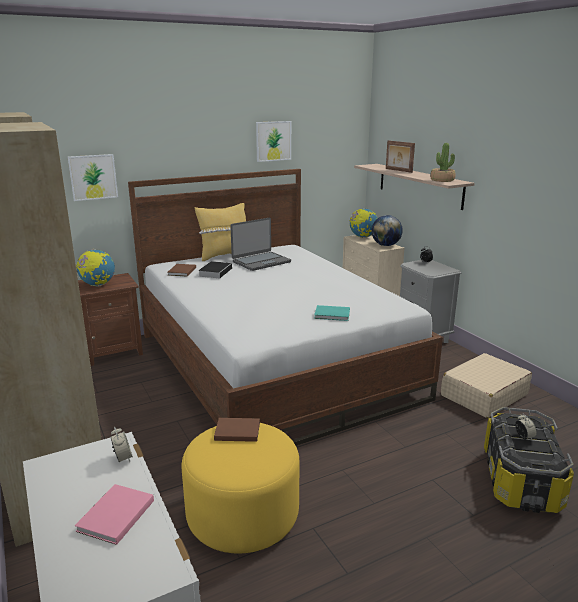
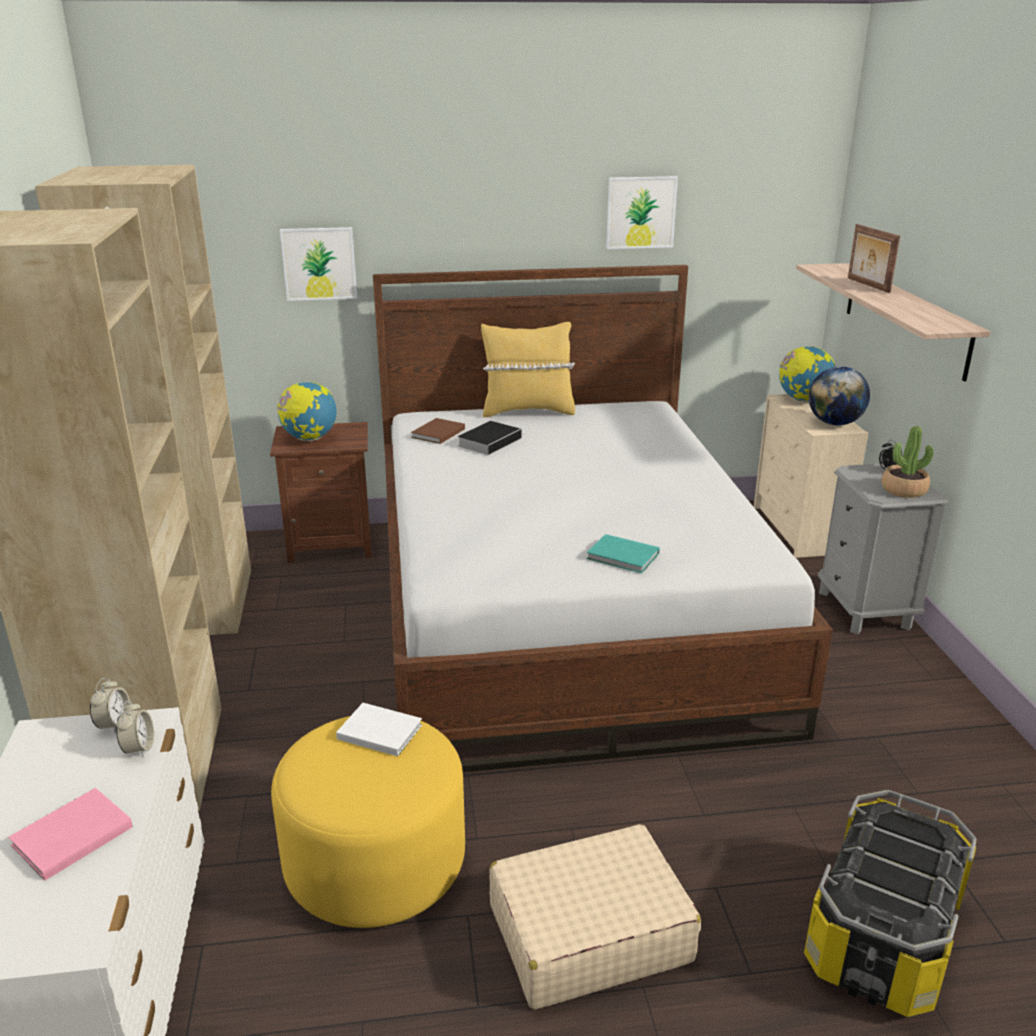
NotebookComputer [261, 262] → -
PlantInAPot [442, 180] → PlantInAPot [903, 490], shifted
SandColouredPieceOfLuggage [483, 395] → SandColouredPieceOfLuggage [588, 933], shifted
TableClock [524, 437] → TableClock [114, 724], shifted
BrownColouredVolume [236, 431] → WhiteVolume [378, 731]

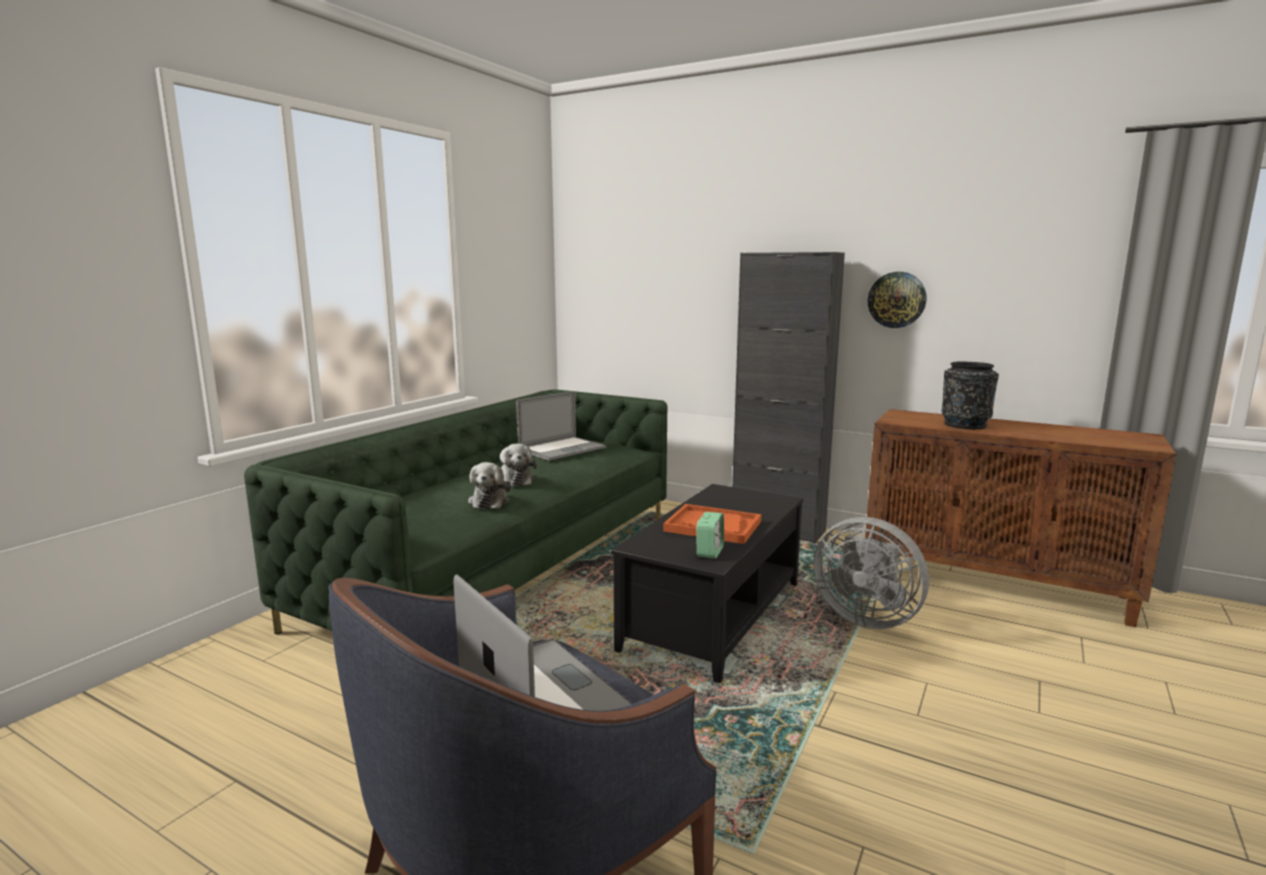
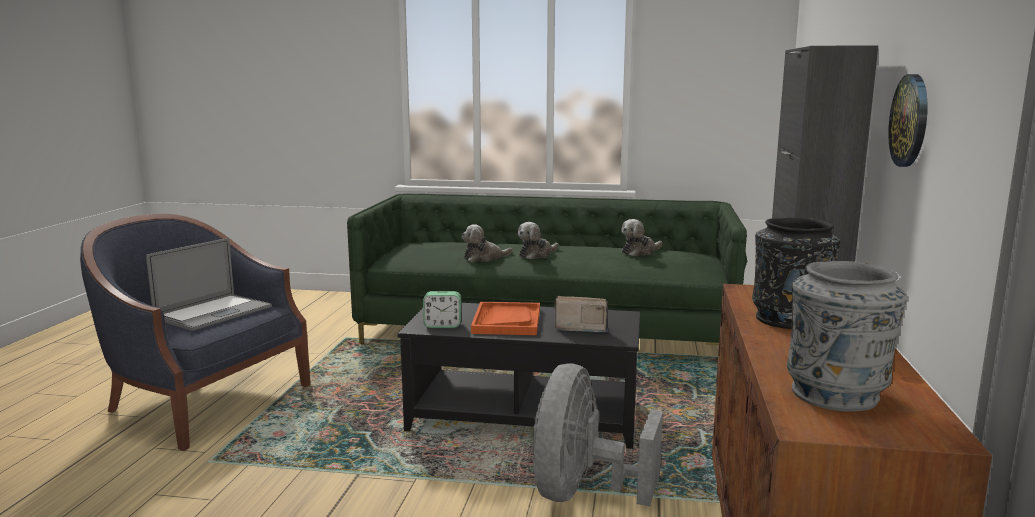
- → RadioSet [580, 328]
- → GreyishVase [837, 394]
NotebookComputer [562, 449] → SoftToy [639, 252]

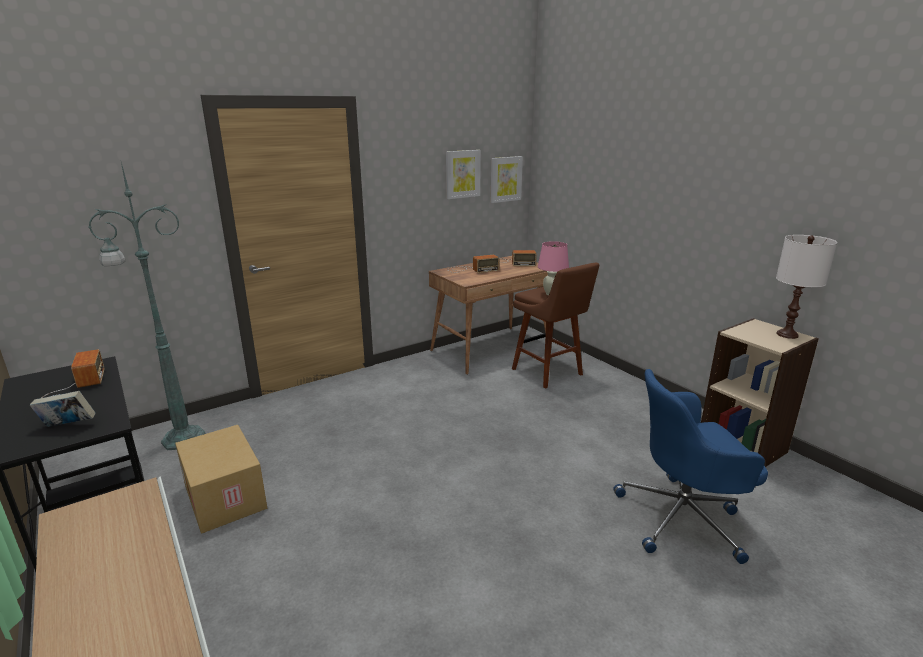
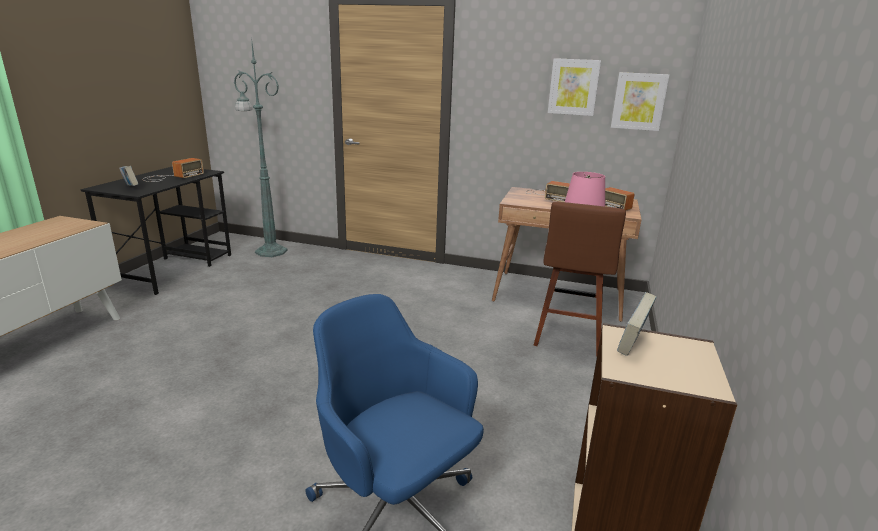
CardboardBox [227, 496] → -
WhiteLampForATable [787, 334] → -
- → Volume [632, 344]

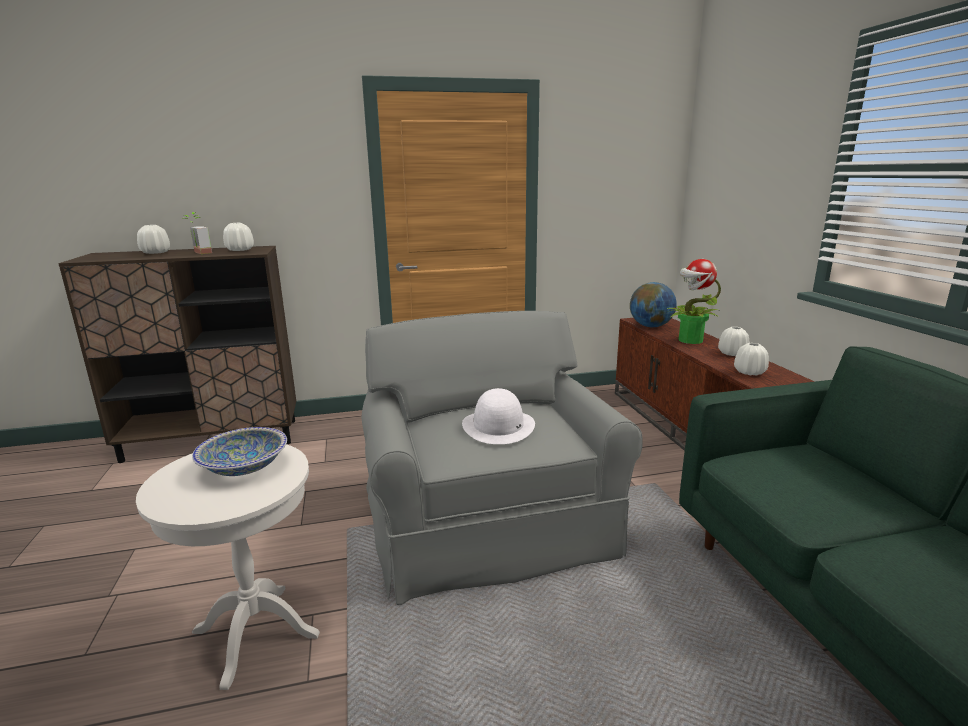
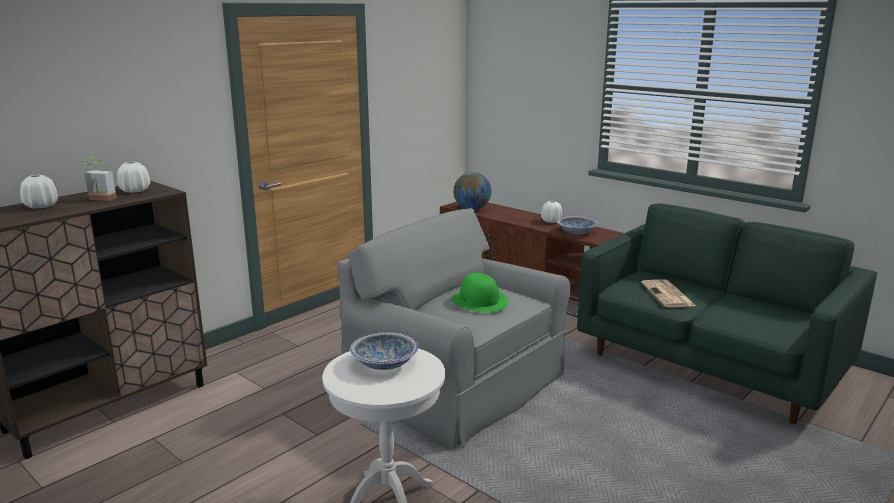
PlantInAPot [689, 340] → -
- → PrintedPaper [668, 295]
WhiteVase [749, 372] → DeepDish [576, 232]
WhiteHat [498, 426] → GreenHat [479, 301]

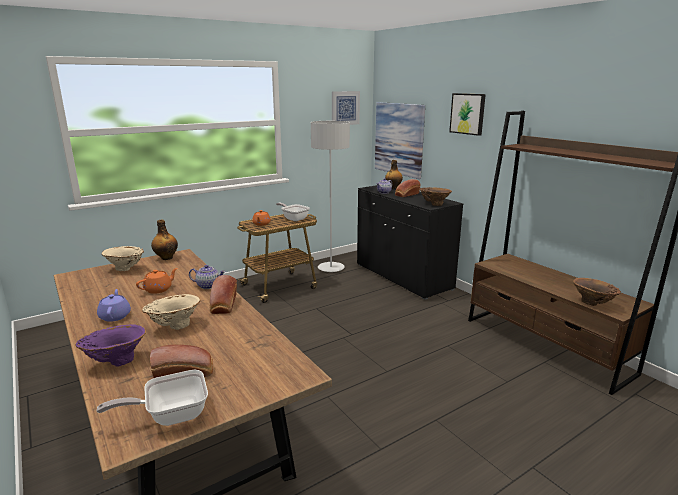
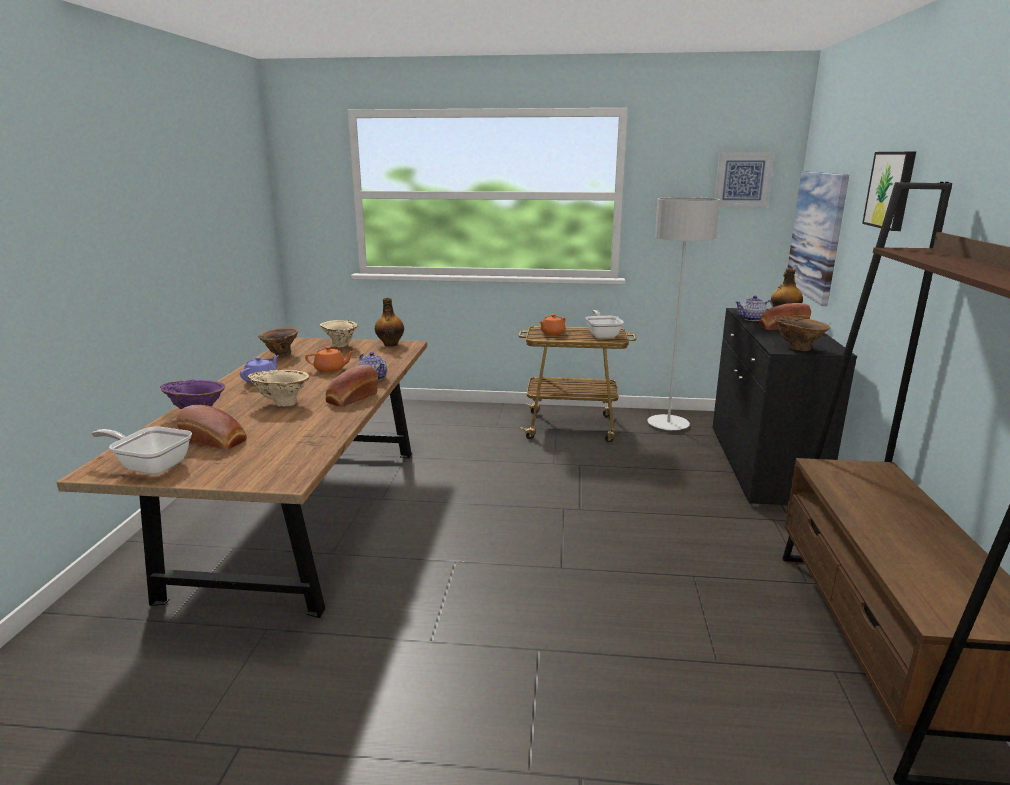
BrownColouredVase [592, 304] → BrownColouredVase [280, 356], shifted

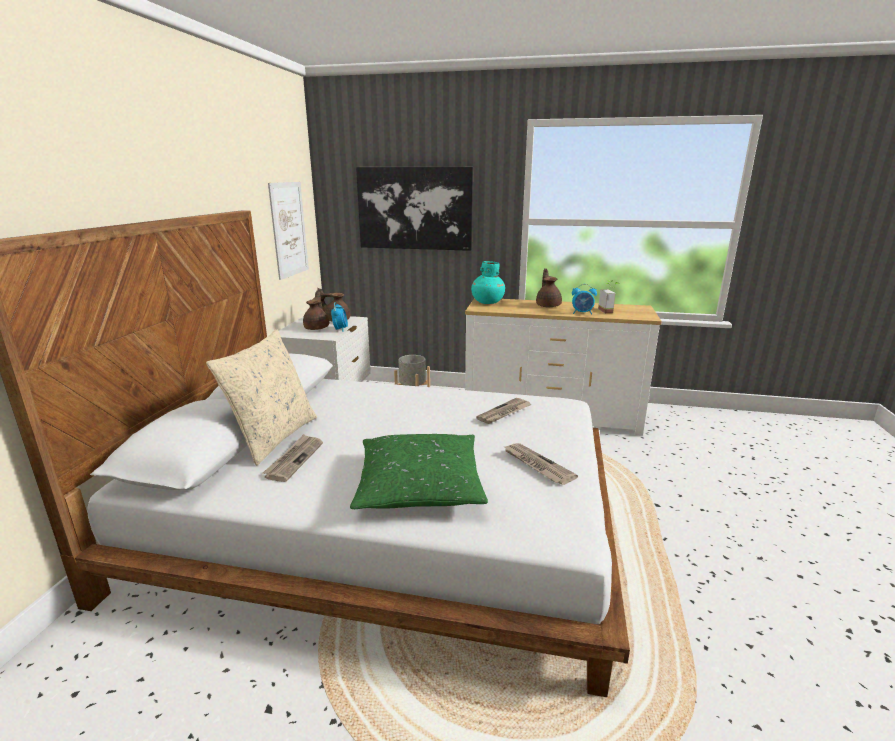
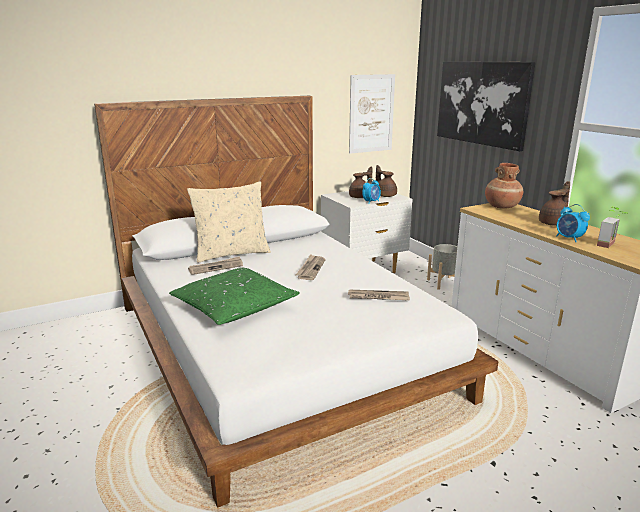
PrintedPaper [537, 465] → PrintedPaper [310, 269], shifted
TurquoiseColouredVase [487, 302] → BrownColouredVase [501, 206]

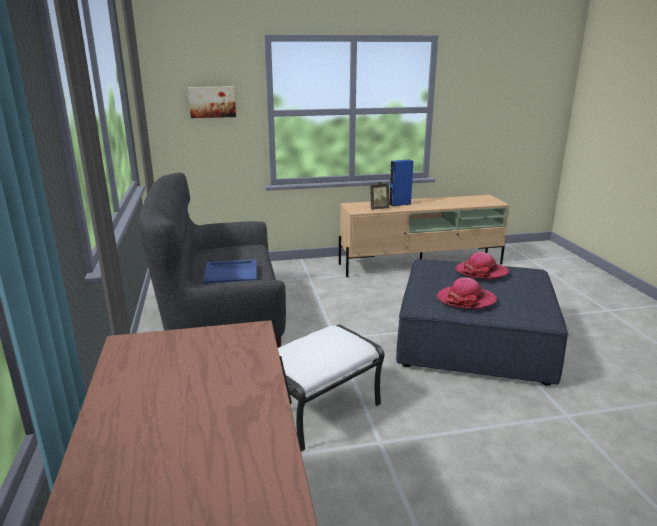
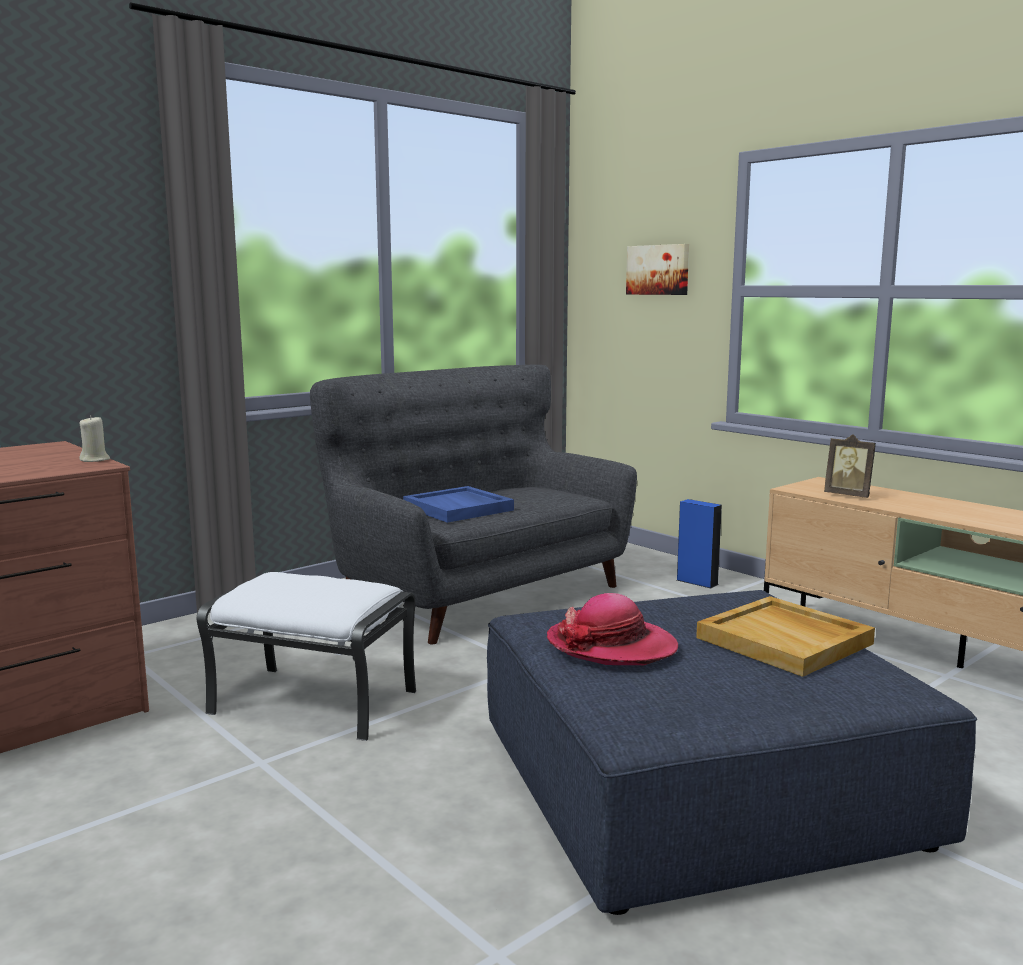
- → SandColouredWaxLight [95, 460]
BluishLoudspeaker [399, 204] → BluishLoudspeaker [697, 582], shifted
Hat [481, 272] → SandColouredTray [786, 641]

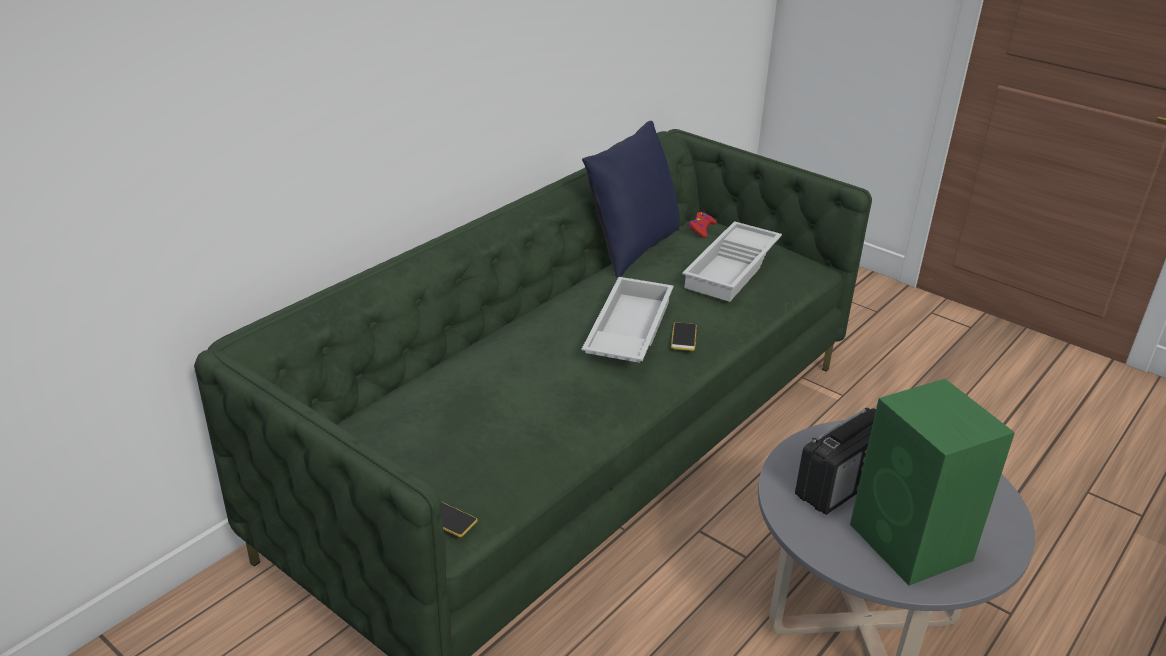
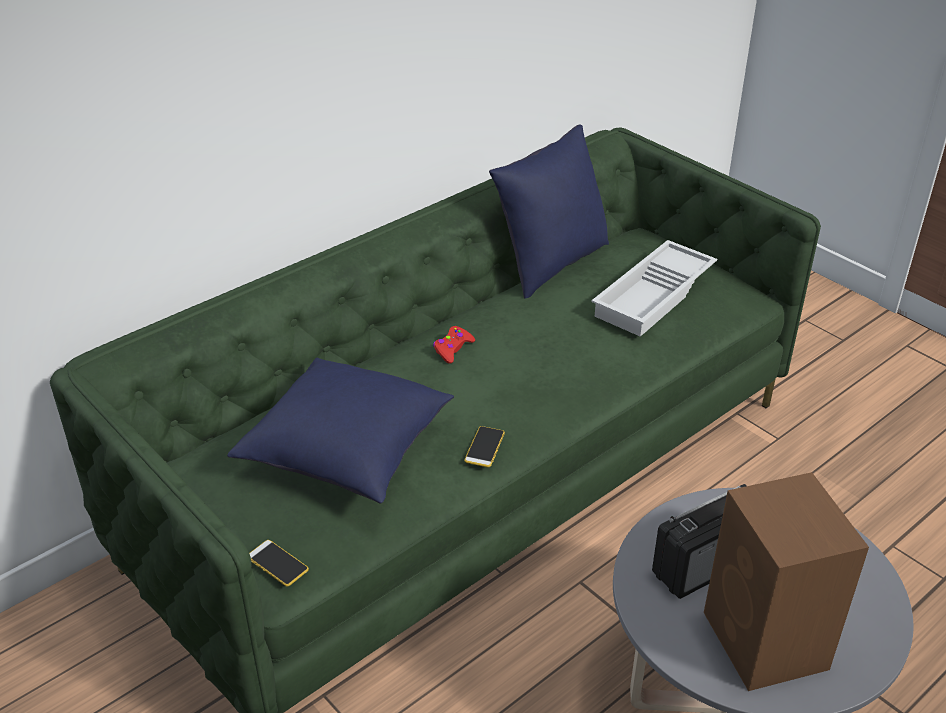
WhiteTray [627, 331] → -
- → BluishPillow [348, 452]
Telephone [683, 337] → Telephone [484, 447], shifted
RedColouredGameController [701, 229] → RedColouredGameController [452, 349], shifted
GreenLoudspeaker [912, 544] → BrownColouredLoudspeaker [766, 643]

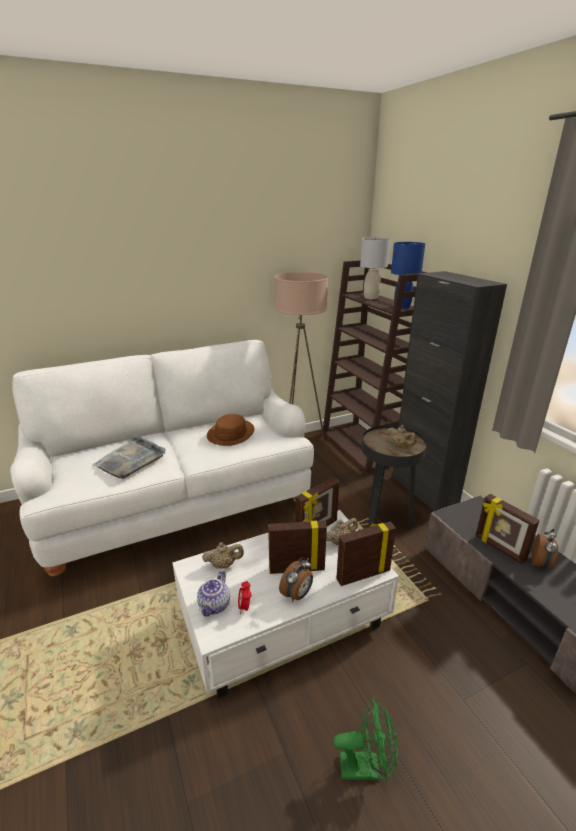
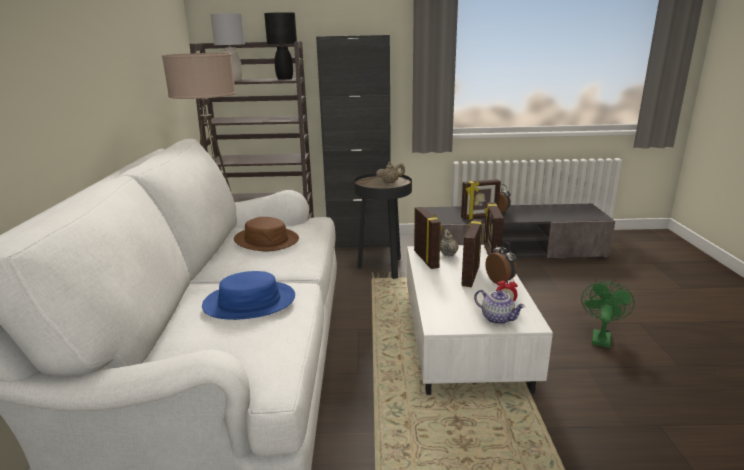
SandColouredTeapot [224, 565] → -
GreyishTray [131, 459] → BluishHat [249, 302]
BluishLampForATable [402, 307] → BlackishLampForATable [285, 79]

